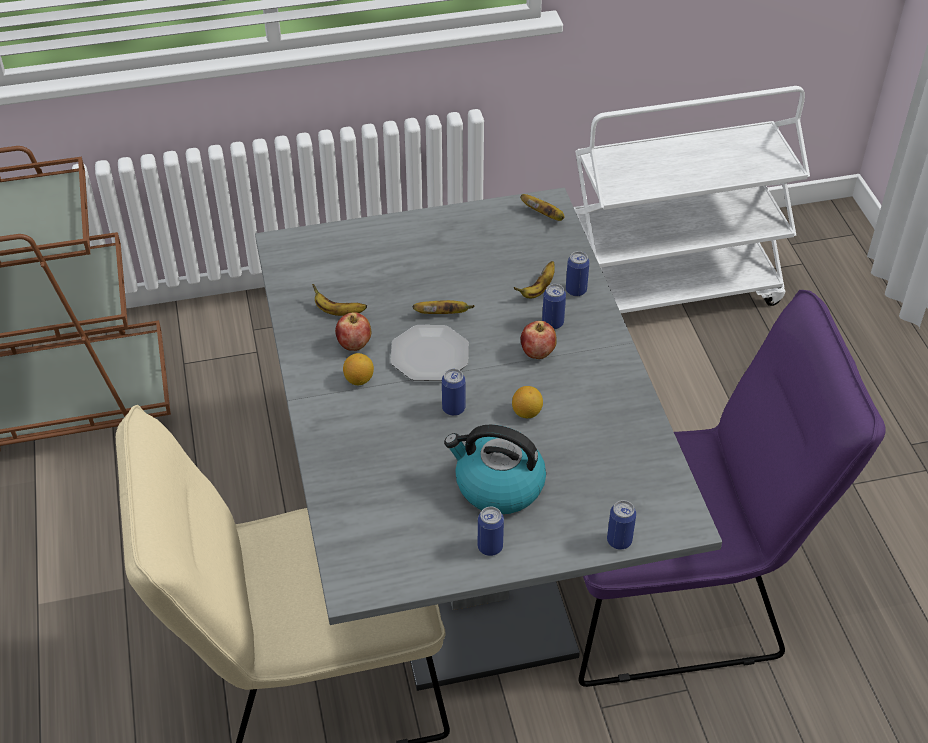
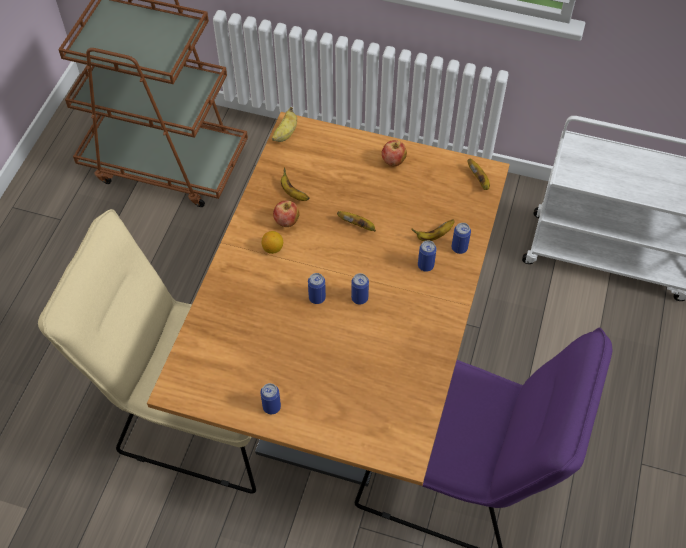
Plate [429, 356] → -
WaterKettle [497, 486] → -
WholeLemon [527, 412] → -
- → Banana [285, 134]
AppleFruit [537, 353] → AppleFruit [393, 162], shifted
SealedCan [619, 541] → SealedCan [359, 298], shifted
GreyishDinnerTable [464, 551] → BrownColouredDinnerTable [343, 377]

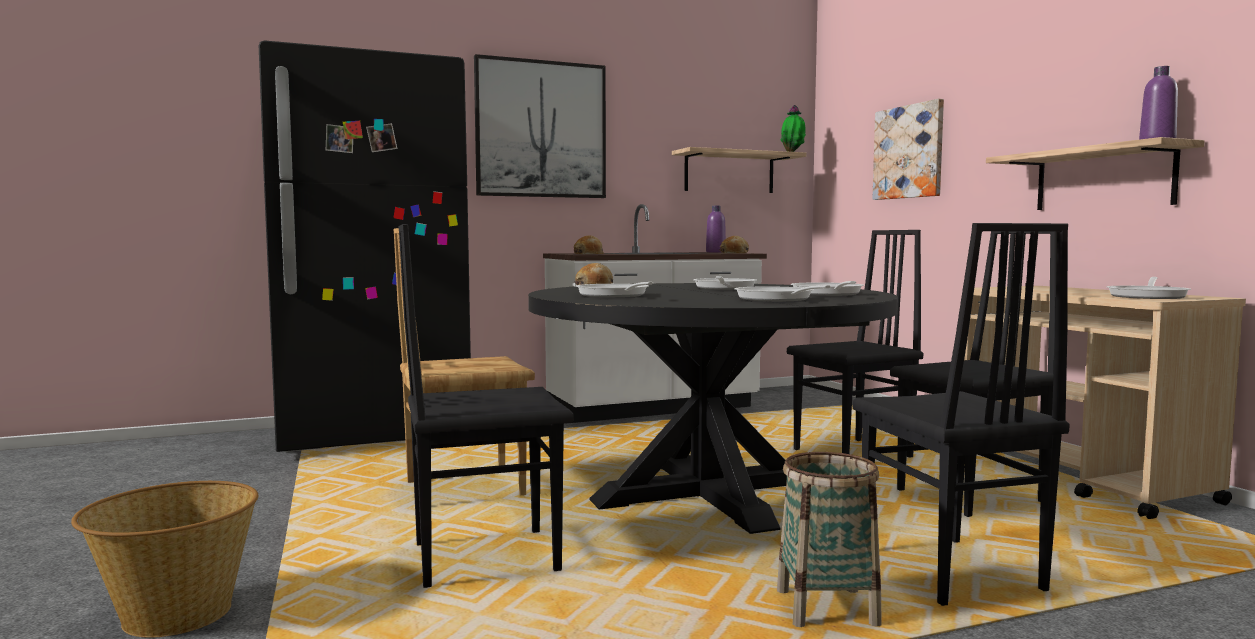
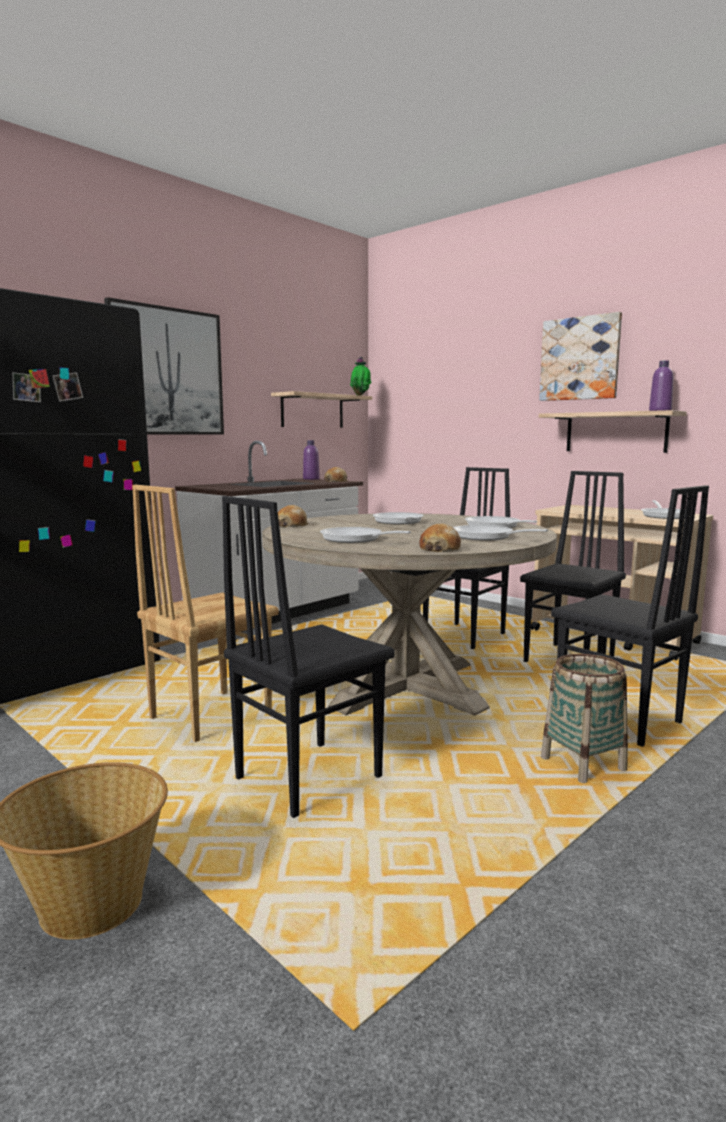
Bread [588, 254] → Bread [439, 549], shifted
Picture [909, 152] → Picture [580, 358], shifted
BlackishDinnerTable [706, 493] → SandColouredDinnerTable [405, 686]

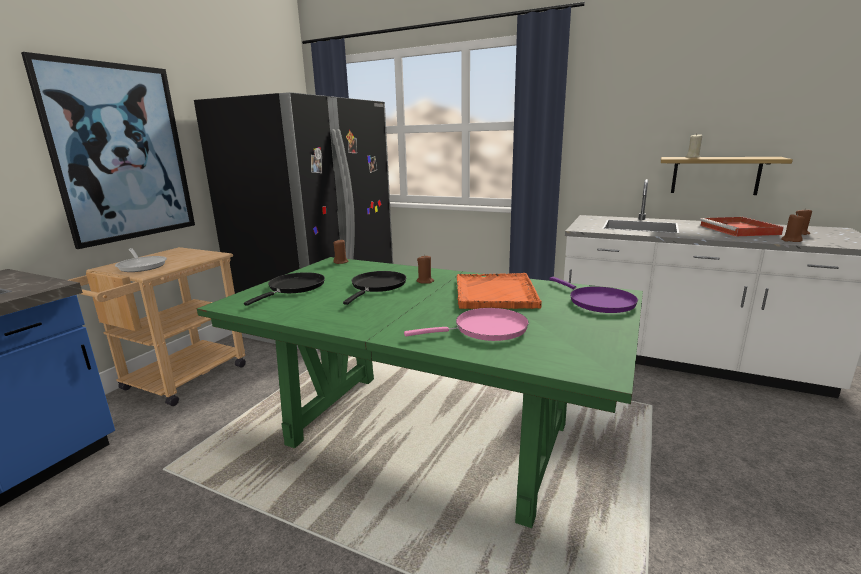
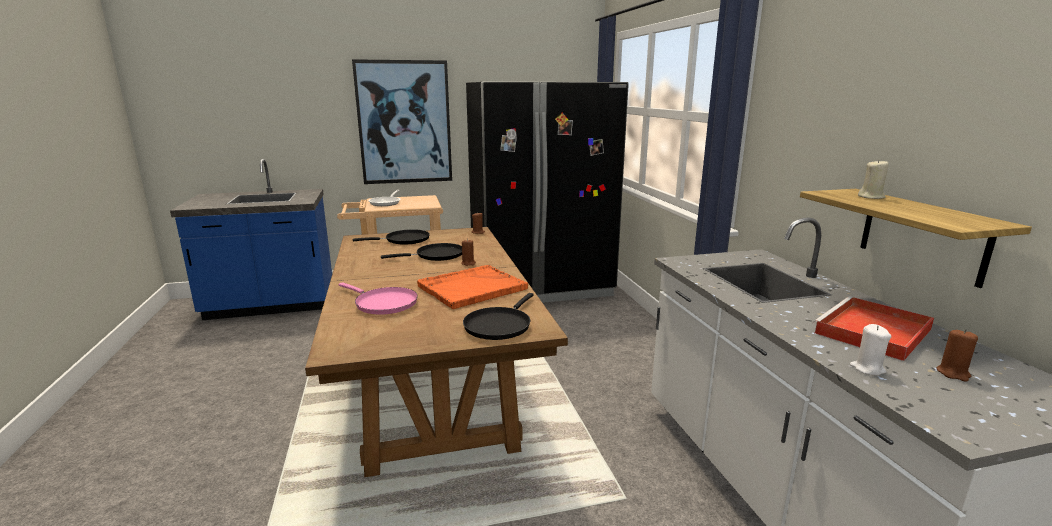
GreenDinnerTable [429, 435] → BrownColouredDinnerTable [435, 395]
PurplePan [598, 302] → BlackishPan [499, 325]
BrownColouredWaxLight [791, 240] → WhiteWaxLight [867, 369]

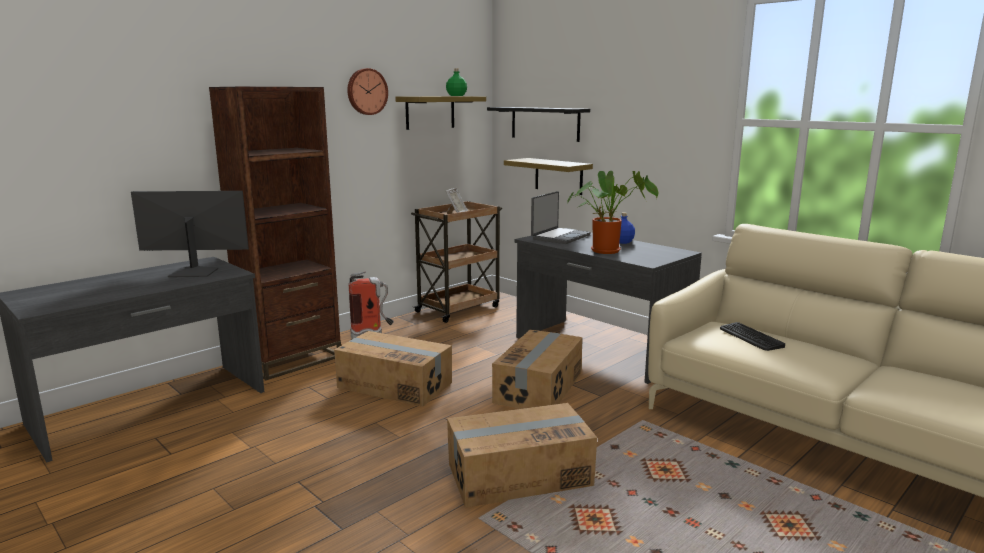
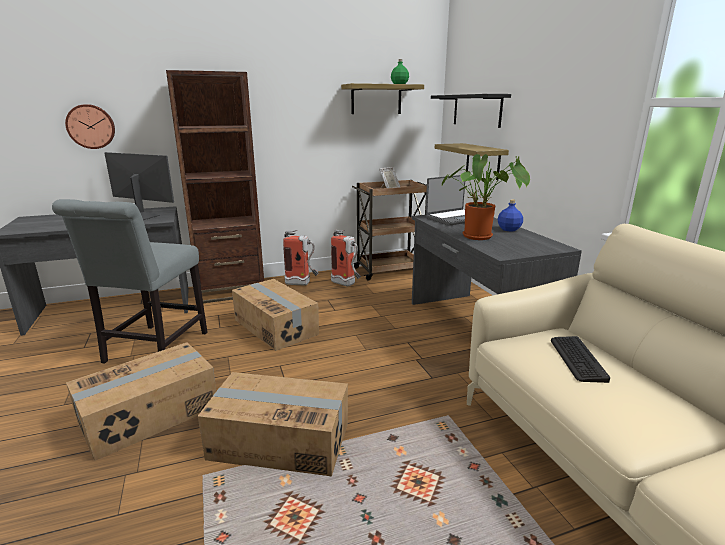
- → GreyishPlainChair [153, 350]
- → Extinguisher [346, 284]
HangingClock [366, 91] → HangingClock [91, 126], shifted
CardboardBox [539, 387] → CardboardBox [150, 415], shifted

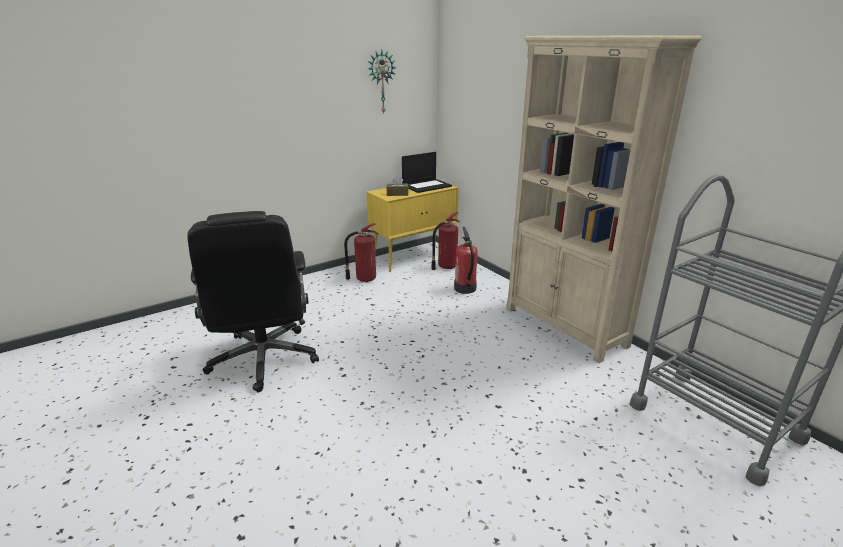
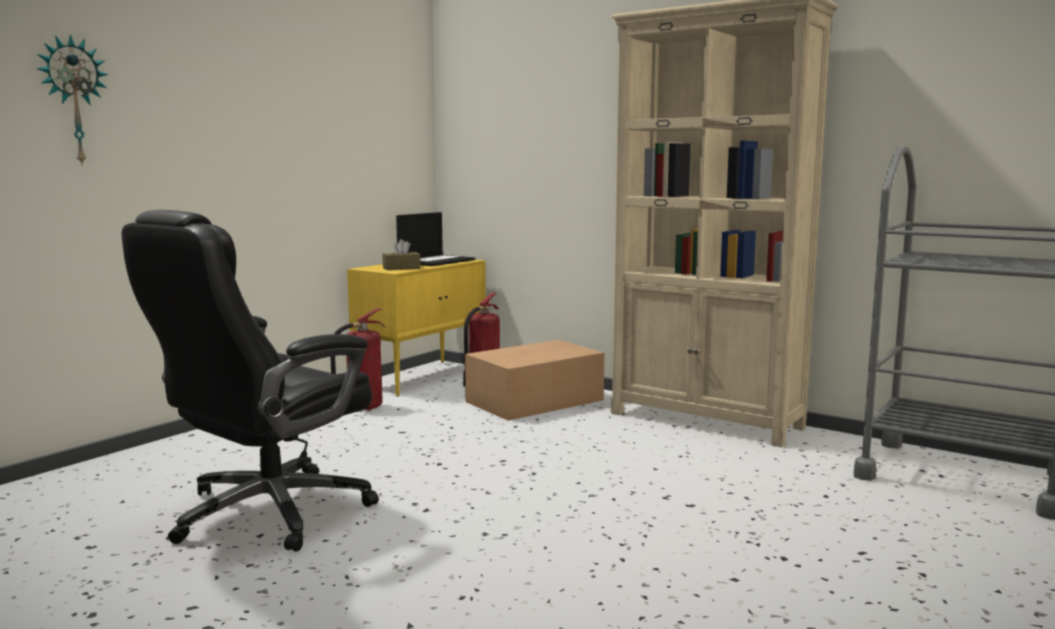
HangingClock [381, 82] → HangingClock [73, 101], shifted
Extinguisher [465, 288] → CardboardBox [532, 401]
BlackishDeskChair [264, 360] → BlackishDeskChair [267, 513], 75 degrees clockwise

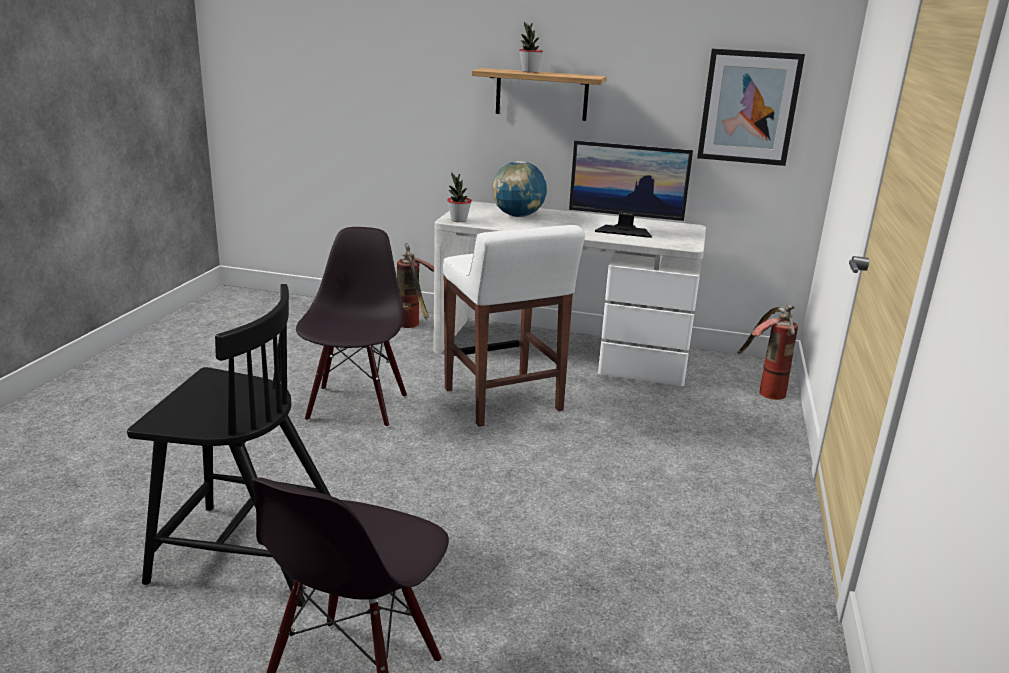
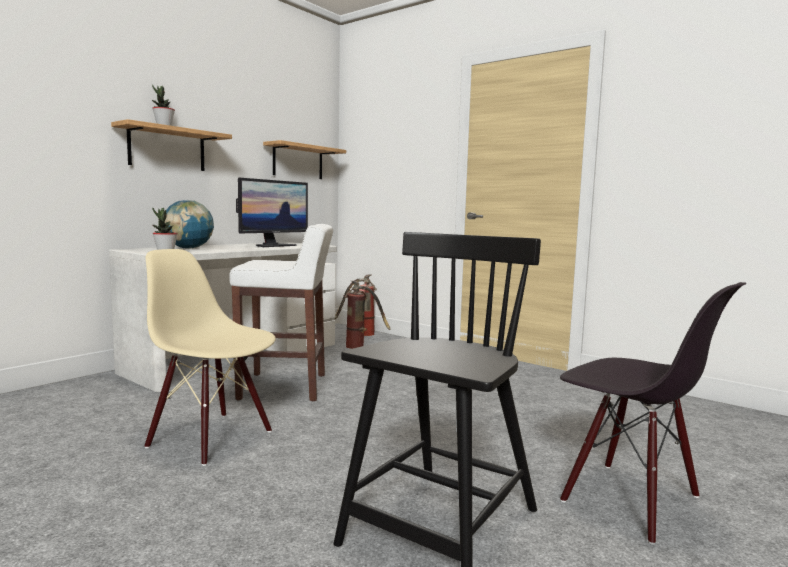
Extinguisher [413, 326] → Extinguisher [362, 346], shifted
Picture [749, 107] → BracketShelf [298, 162]
BlackishPlainChair [355, 406] → SandColouredPlainChair [212, 438]

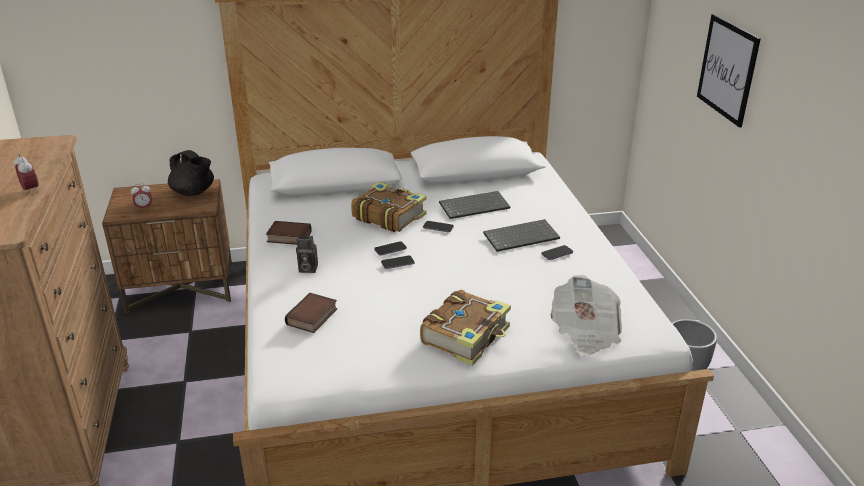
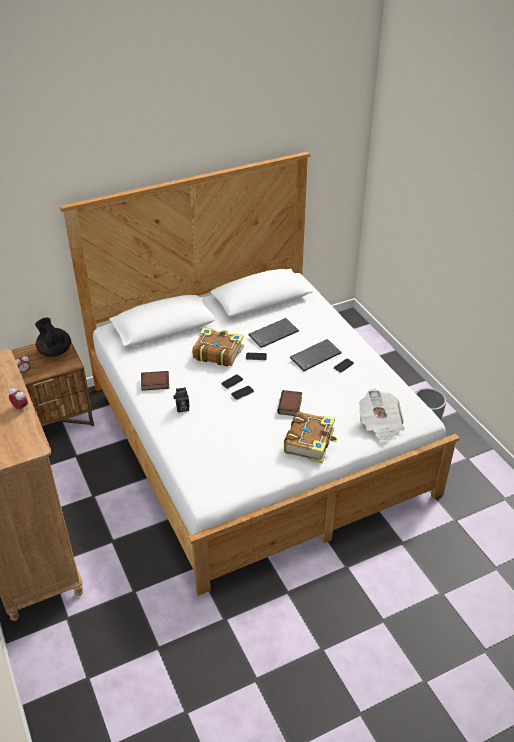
Picture [727, 69] → -
Volume [312, 317] → Volume [291, 406], shifted
BlackishTeapot [193, 192] → BlackishTeapot [55, 351], 150 degrees counterclockwise

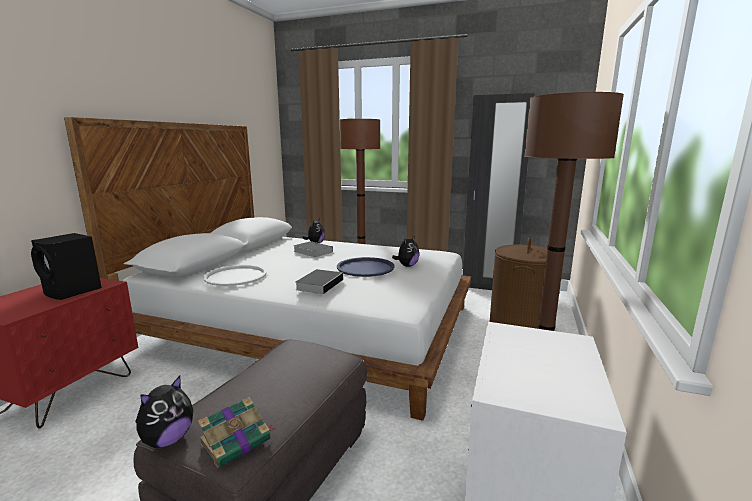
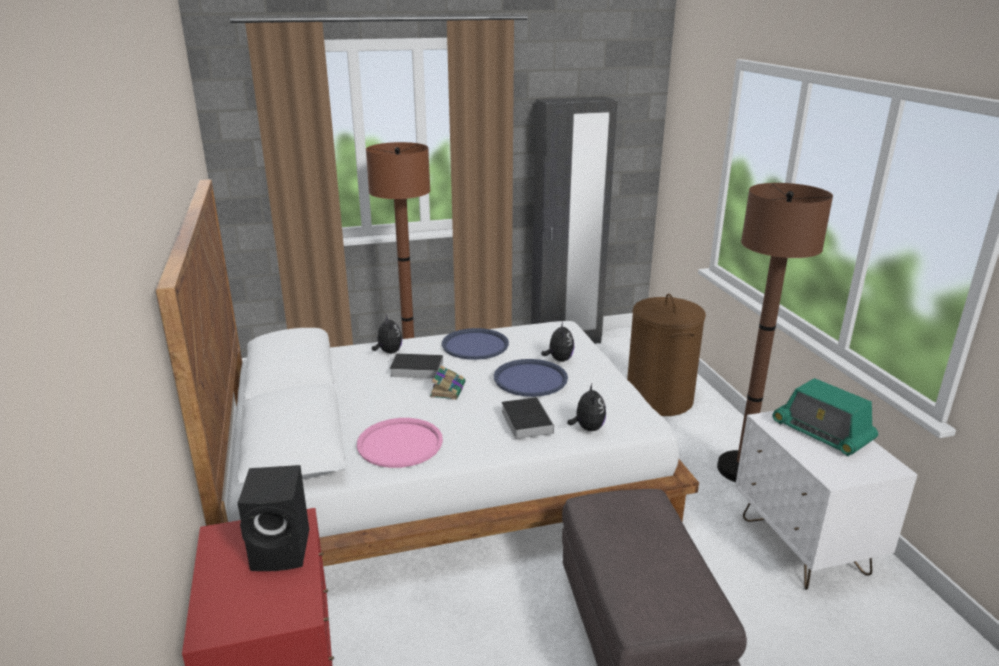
- → BluishTray [475, 345]
- → RadioSet [822, 433]
SoftToy [167, 439] → SoftToy [587, 428], shifted
Volume [237, 441] → Volume [448, 389], shifted
WhiteTray [235, 276] → PinkTray [400, 444]

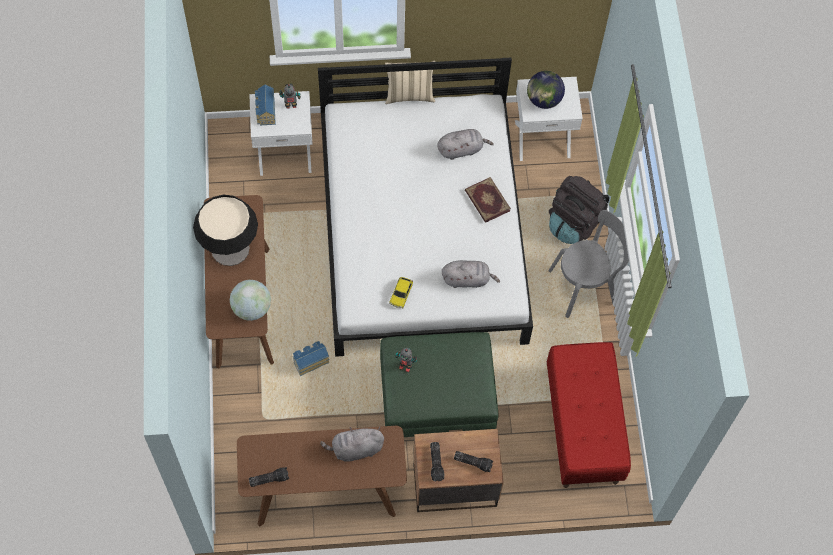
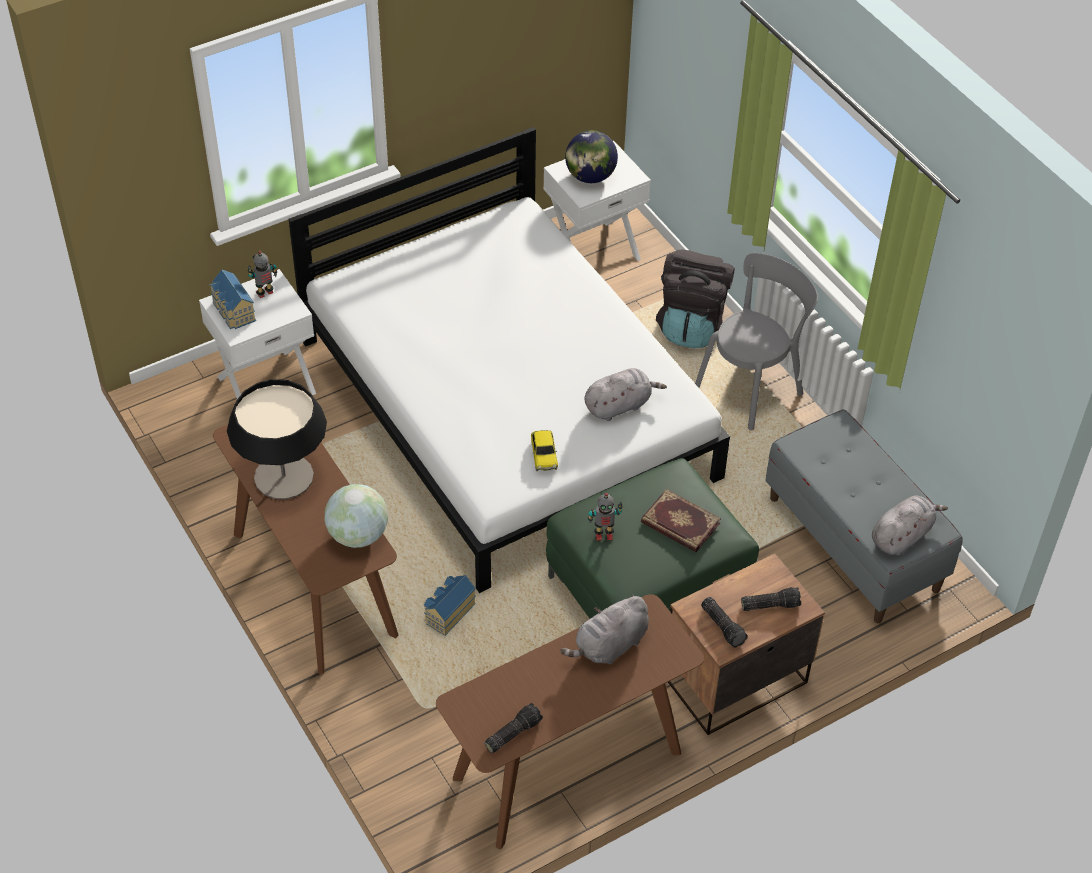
SandColouredPillow [409, 95] → -
GreyishSoftToy [461, 149] → GreyishSoftToy [902, 536], shifted
Volume [486, 201] → Volume [679, 524], shifted
RedColouredBench [583, 427] → GreyishBench [854, 544]

